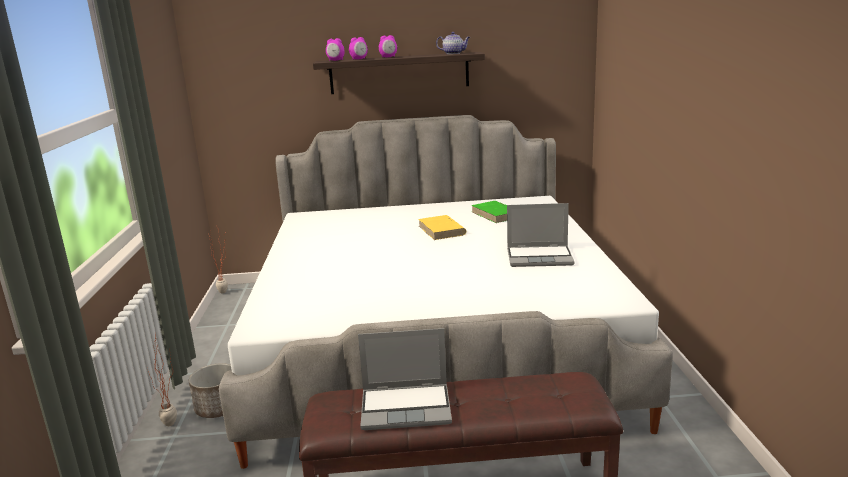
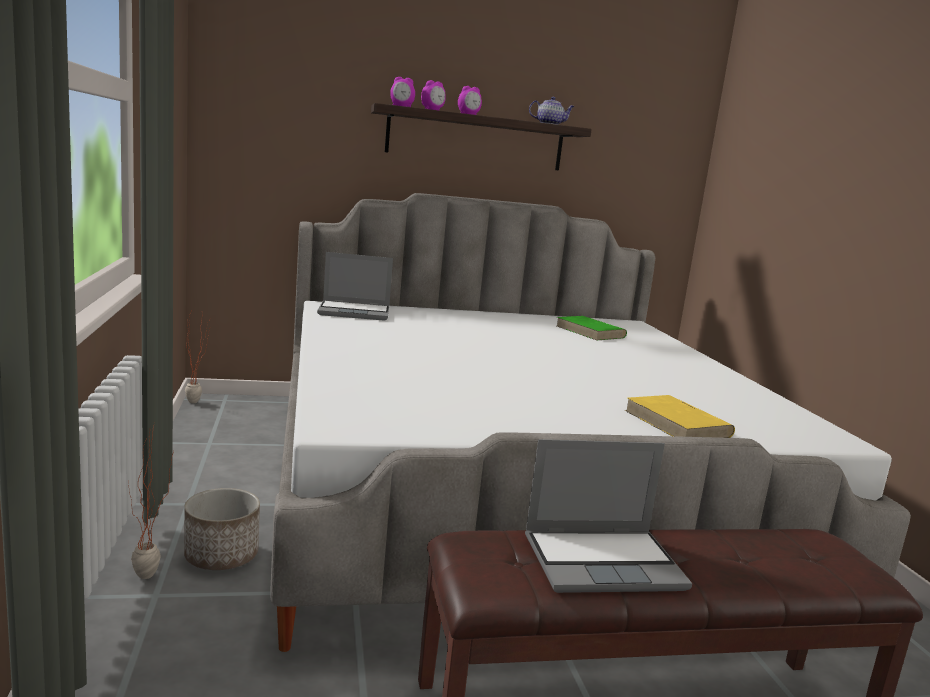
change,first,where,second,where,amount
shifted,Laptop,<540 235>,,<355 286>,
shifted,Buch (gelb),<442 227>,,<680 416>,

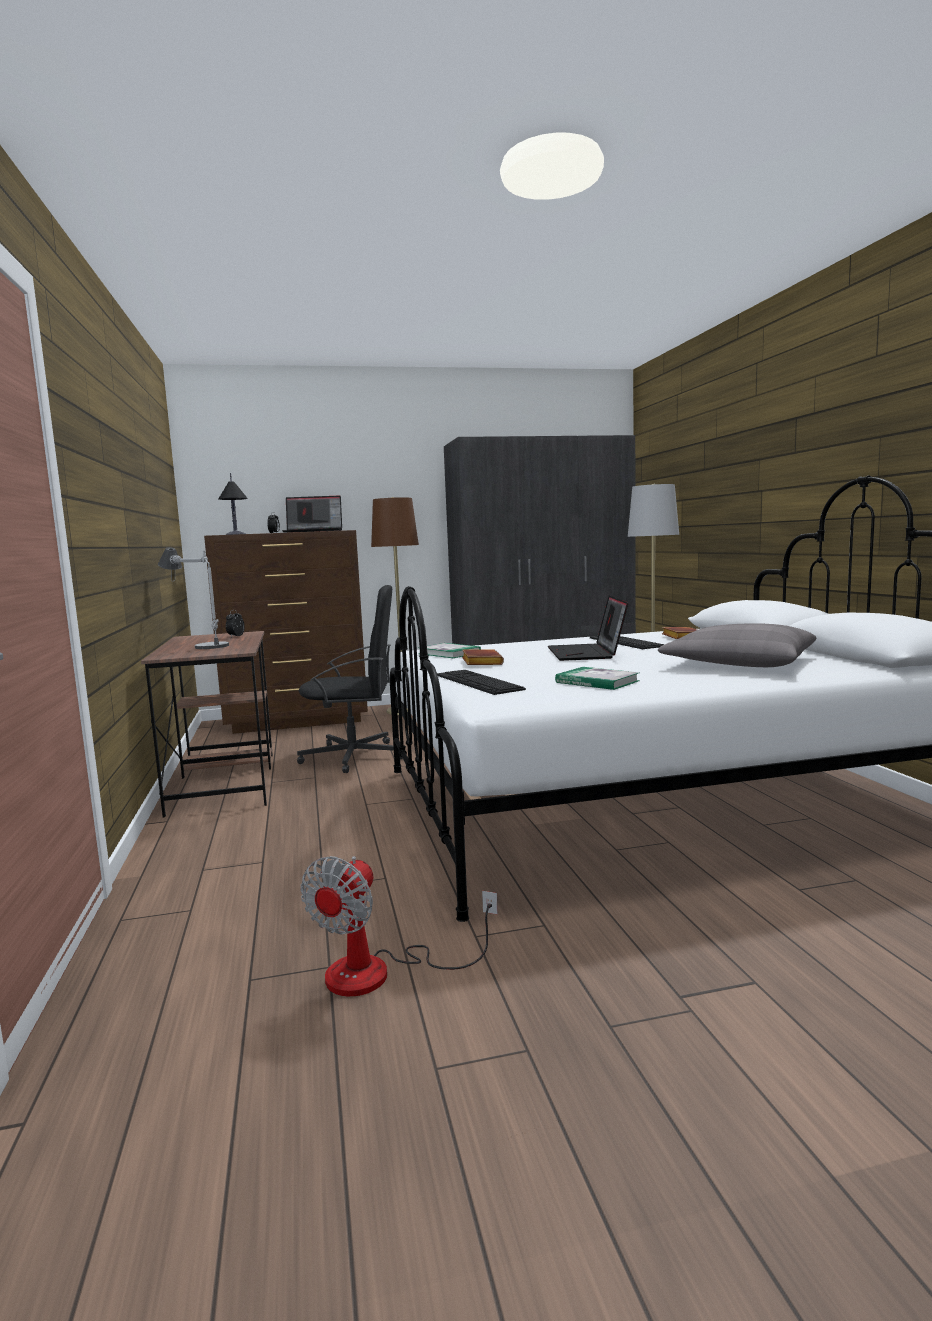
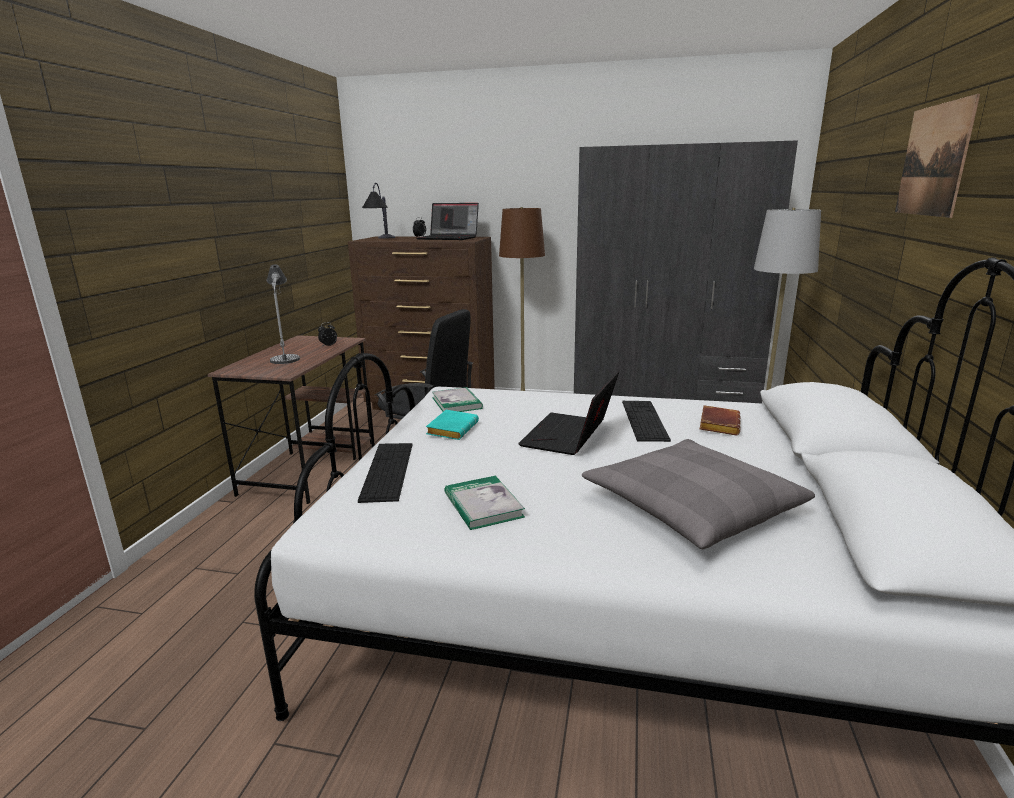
change,first,where,second,where,amount
repainted,Buch (braun),<483 657>,Buch (türkis),<452 425>,
gone,Ventilator,<399 926>,,,
new,,,Bild,<937 156>,

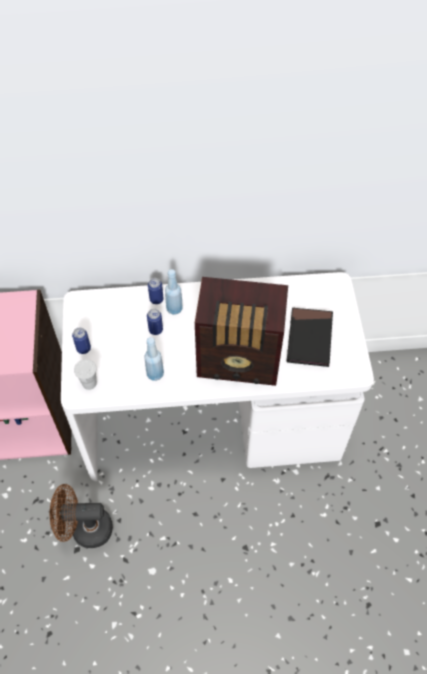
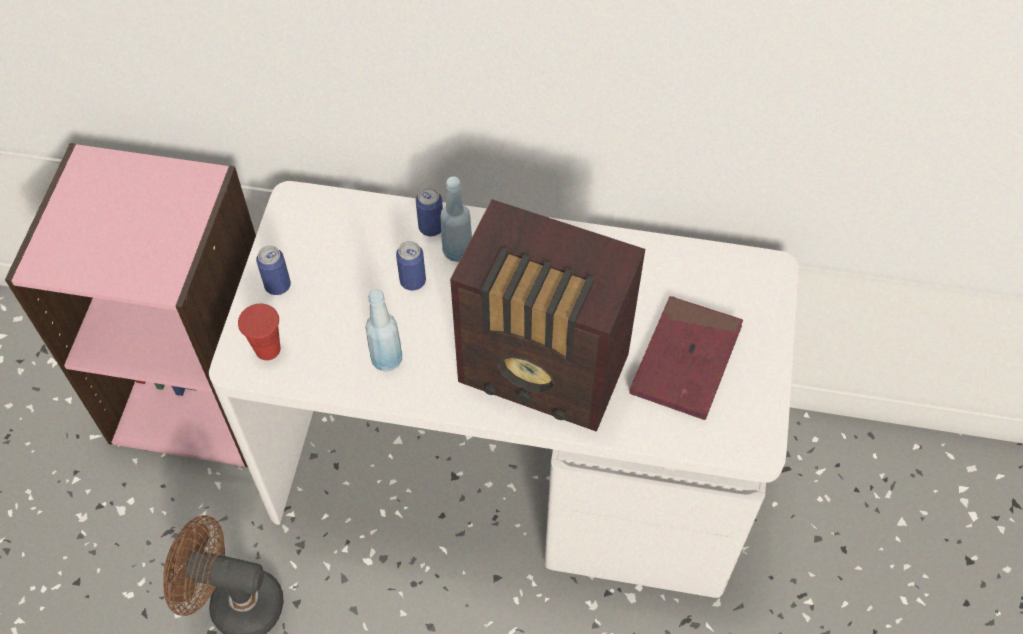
change,first,where,second,where,amount
repainted,Buch (schwarz),<310 337>,Buch (rot),<686 358>,
repainted,Tasse (weiß),<85 374>,Tasse (rot),<259 332>,

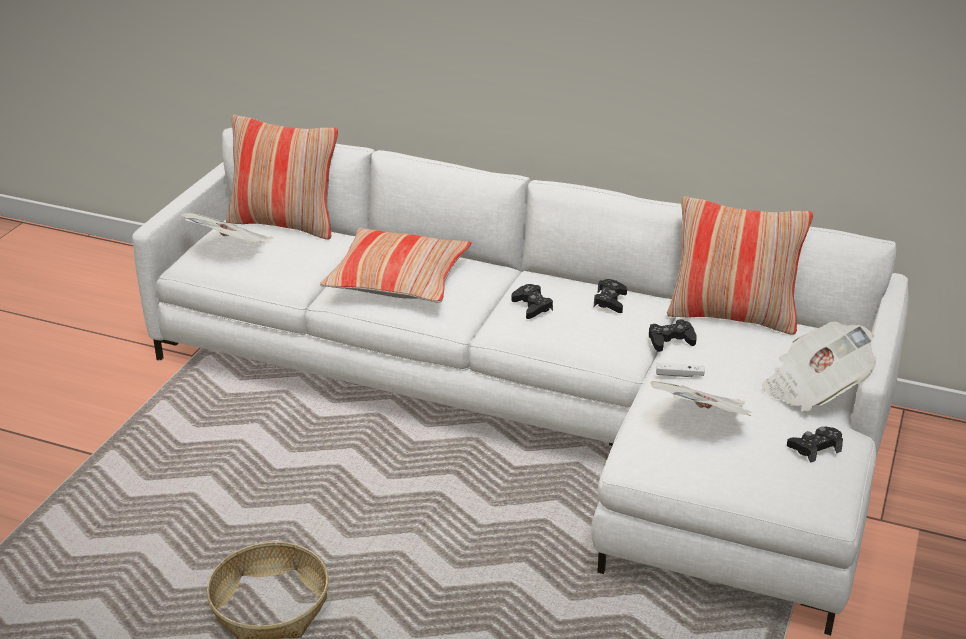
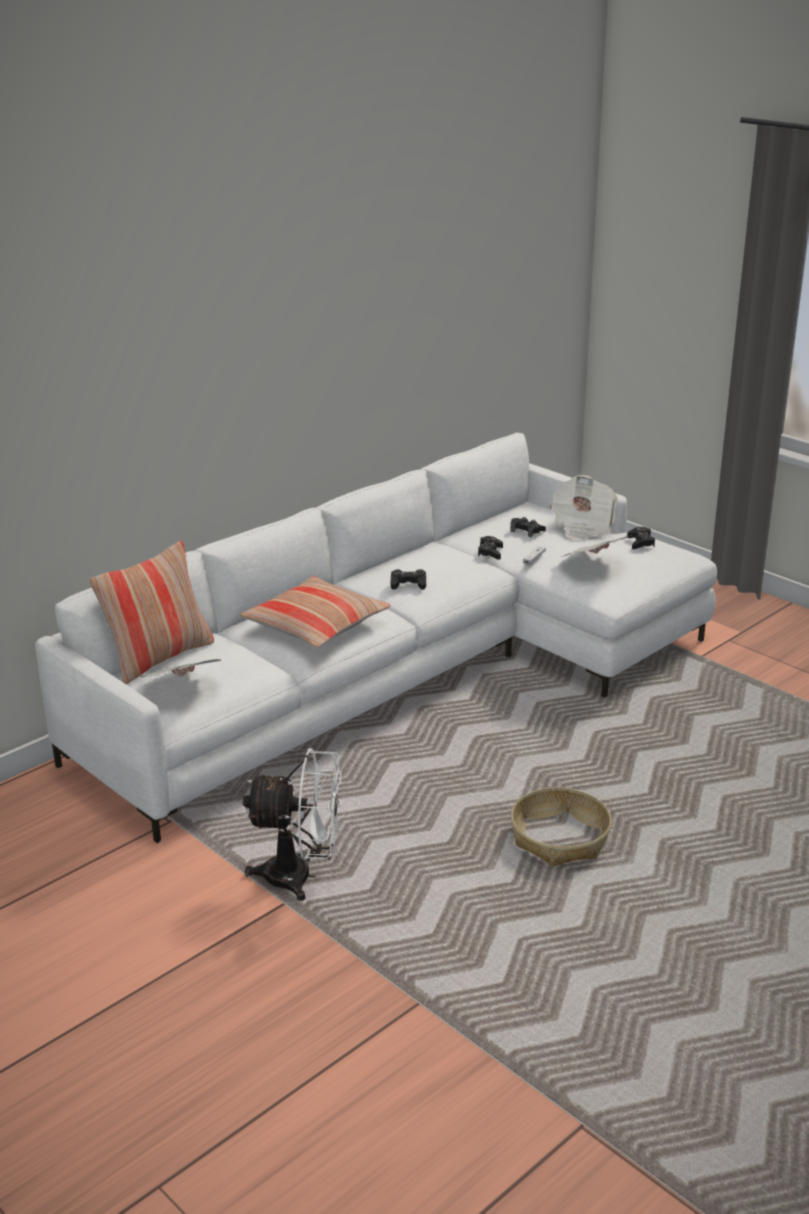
change,first,where,second,where,amount
gone,Kissen,<740 265>,,,
shifted,Gamepad (schwarz),<610 296>,,<528 527>,
new,,,Ventilator (weiß),<292 824>,

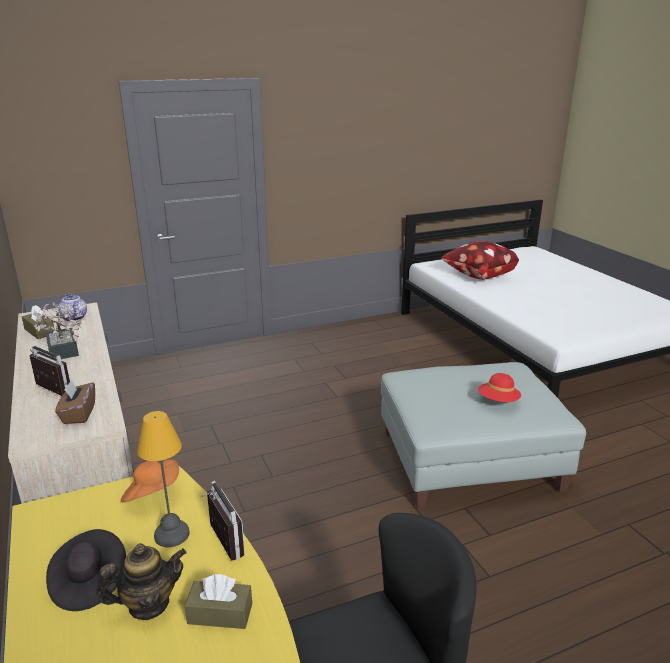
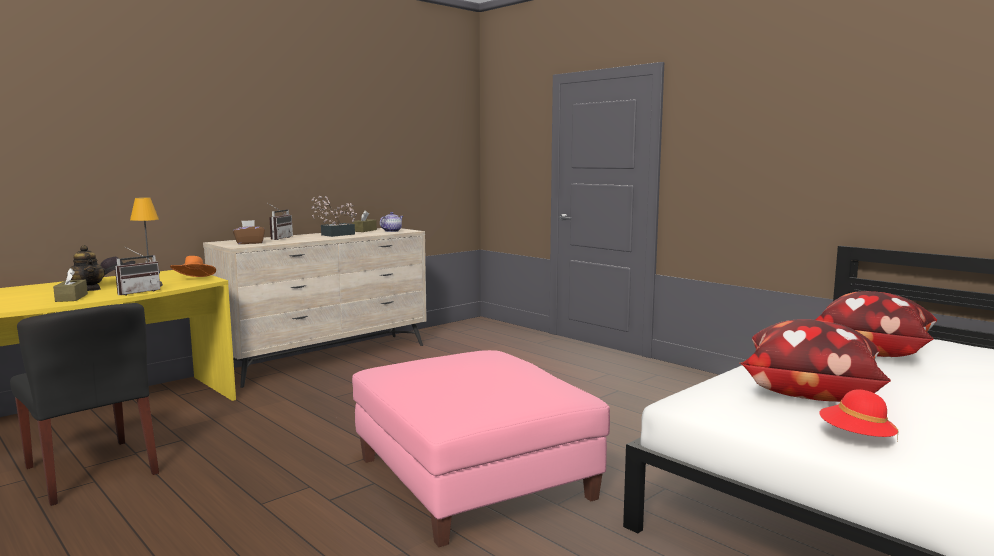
change,first,where,second,where,amount
repainted,Polsterhocker (grau),<483 435>,Polsterhocker (rosa),<481 448>,
shifted,Hut (rot),<499 387>,,<859 416>,
new,,,Kissen,<815 360>,

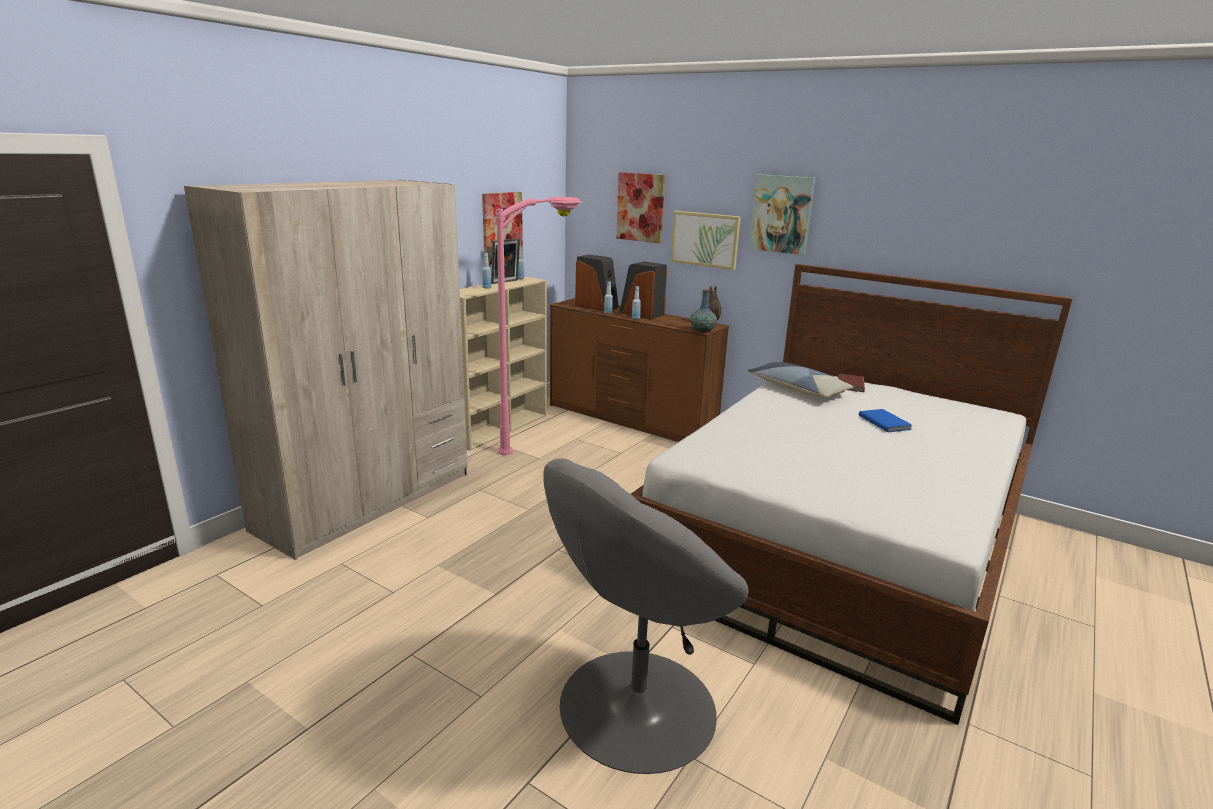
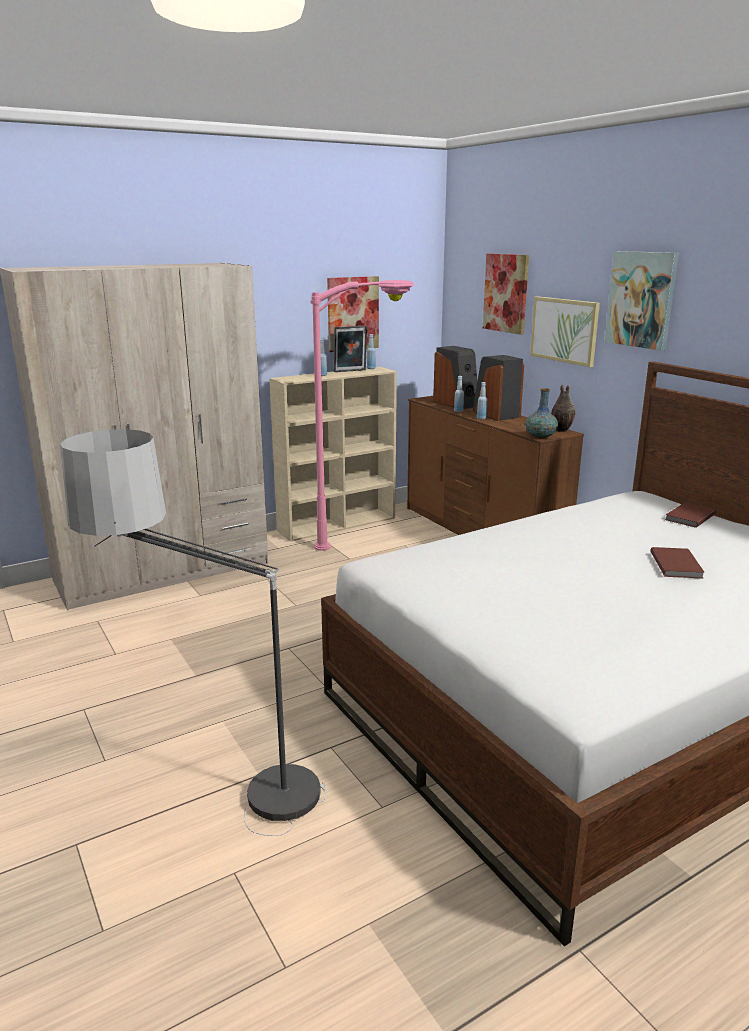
change,first,where,second,where,amount
gone,Kissen,<801 379>,,,
repainted,Buch (blau),<885 420>,Buch (braun),<677 563>,
swapped,Sessel (grau),<646 616>,Stehlampe,<193 632>,

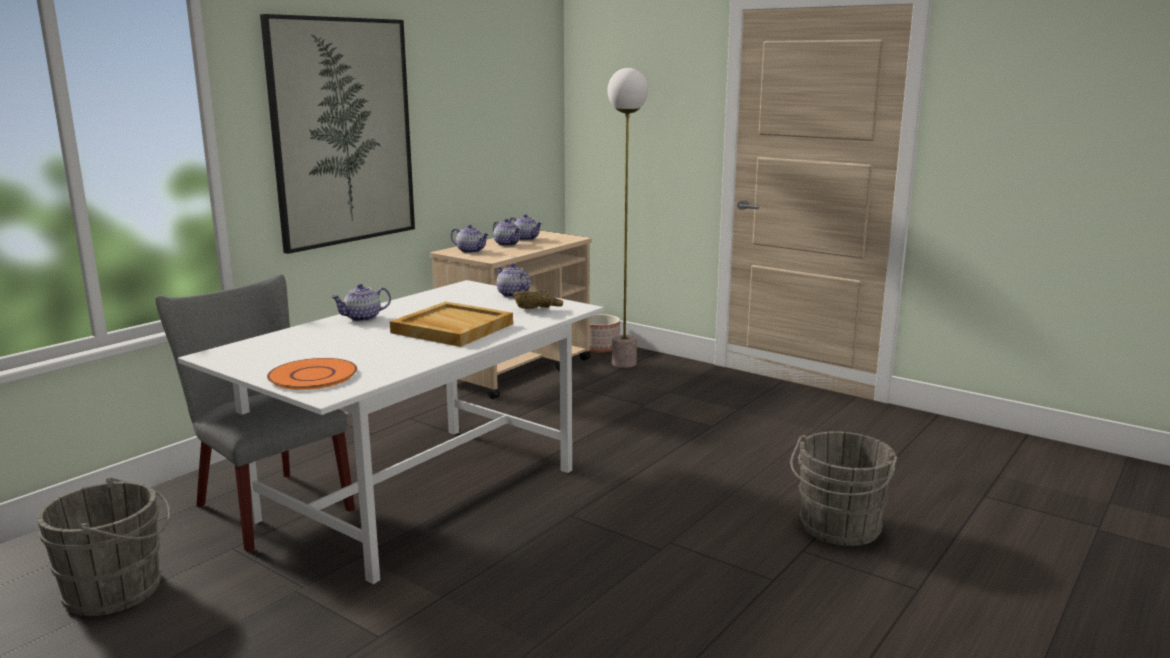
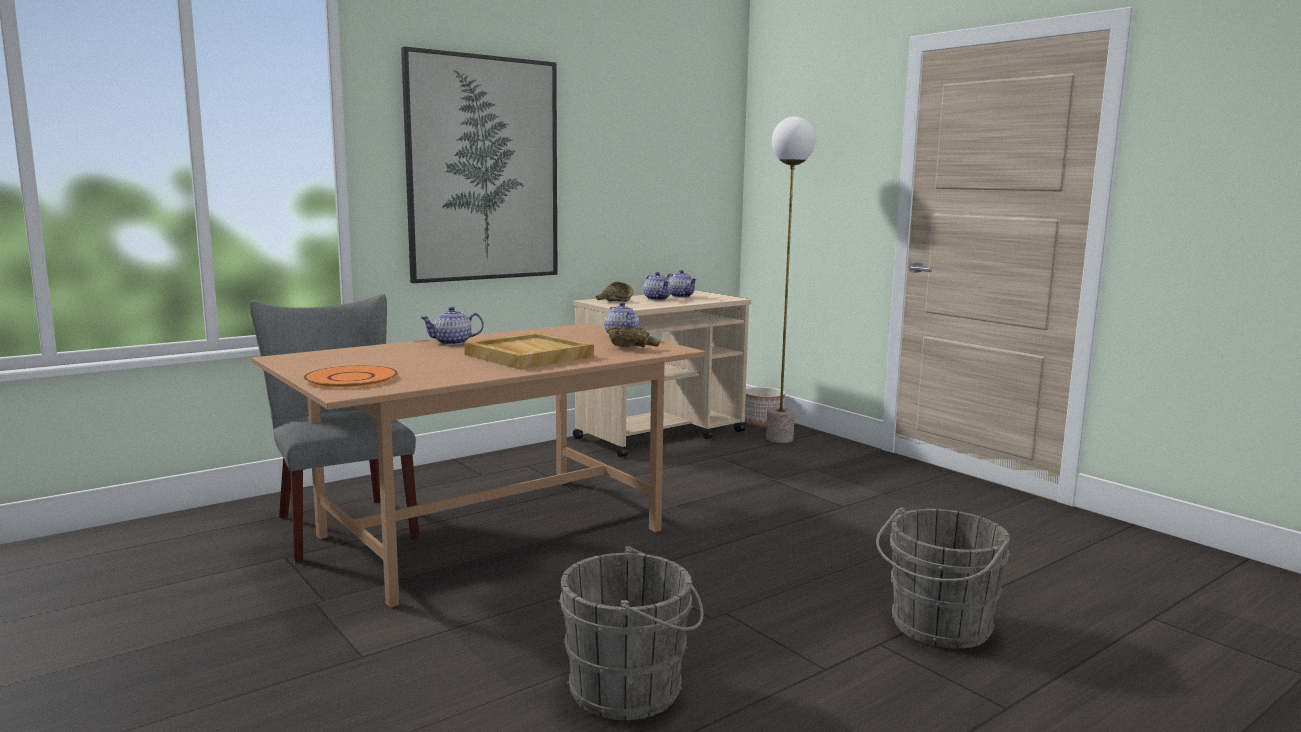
change,first,where,second,where,amount
swapped,Teekanne,<470 239>,Schüssel (braun),<614 292>,
repainted,Esstisch (weiß),<391 432>,Esstisch (braun),<479 465>,
shifted,Eimer (grau),<104 546>,,<631 633>,

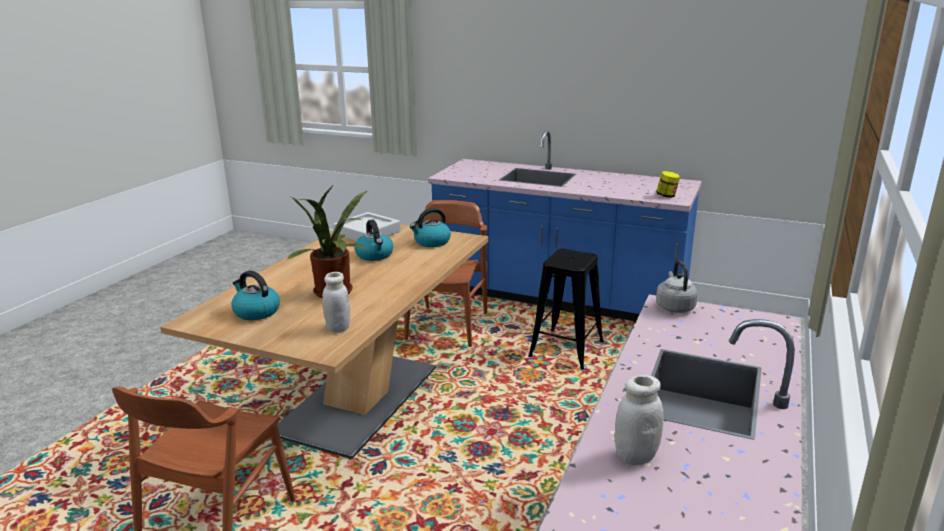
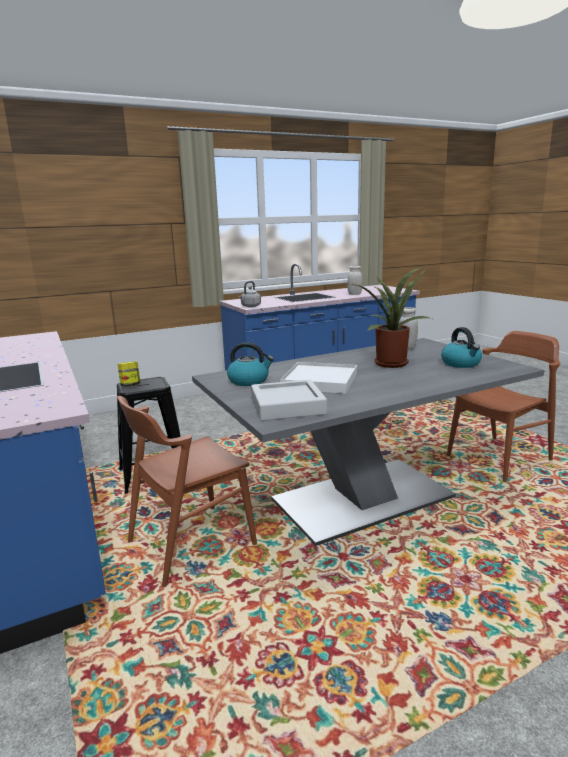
change,first,where,second,where,amount
shifted,Vorratsglas,<668 184>,,<129 374>,
swapped,Wasserkessel,<374 240>,Tablett (weiß),<318 378>,
repainted,Esstisch (braun),<324 341>,Esstisch (grau),<368 442>,

